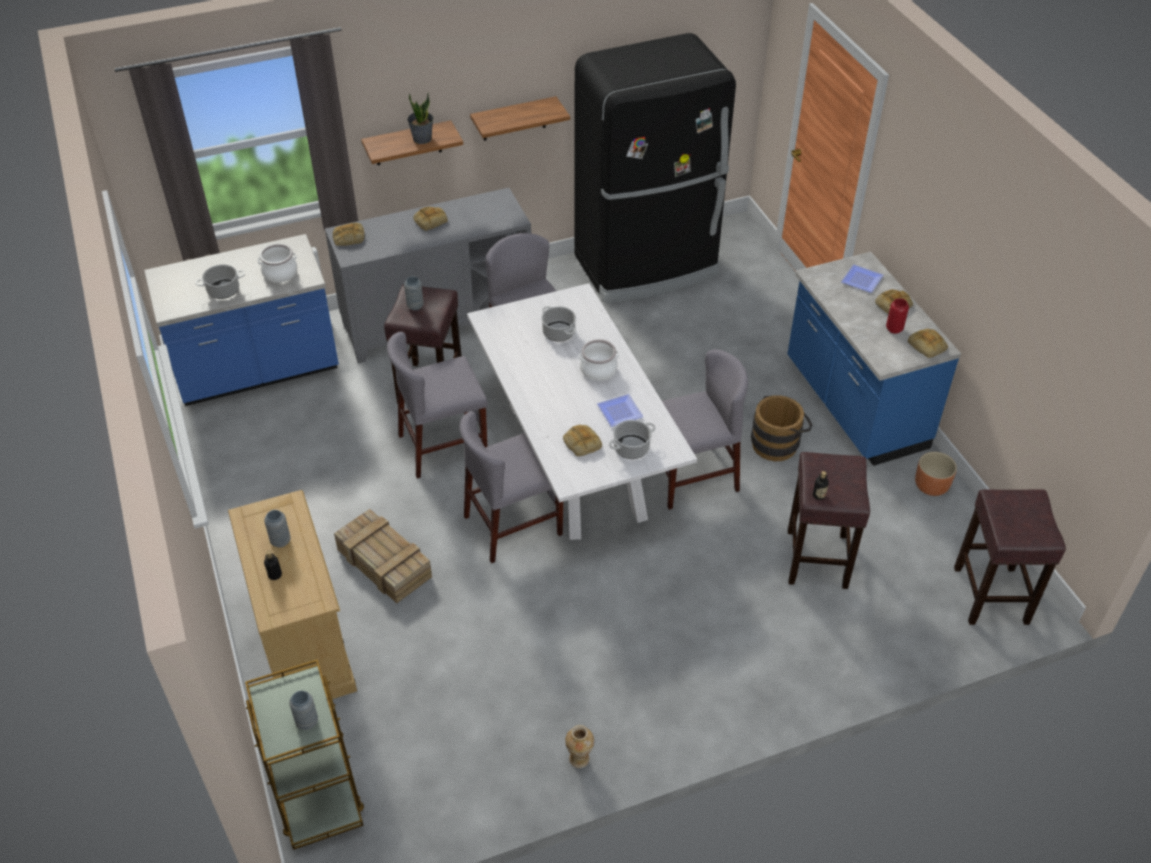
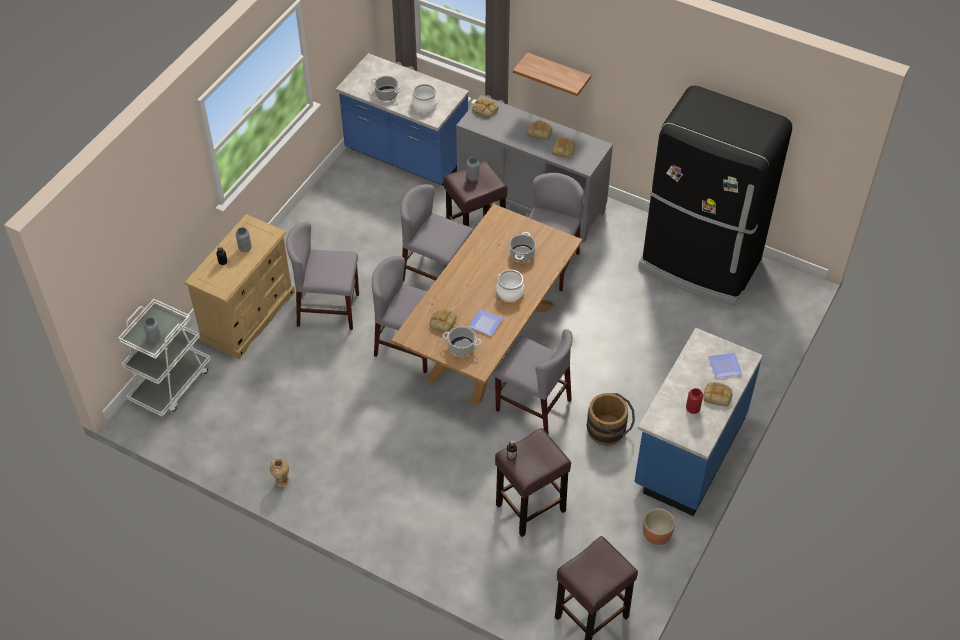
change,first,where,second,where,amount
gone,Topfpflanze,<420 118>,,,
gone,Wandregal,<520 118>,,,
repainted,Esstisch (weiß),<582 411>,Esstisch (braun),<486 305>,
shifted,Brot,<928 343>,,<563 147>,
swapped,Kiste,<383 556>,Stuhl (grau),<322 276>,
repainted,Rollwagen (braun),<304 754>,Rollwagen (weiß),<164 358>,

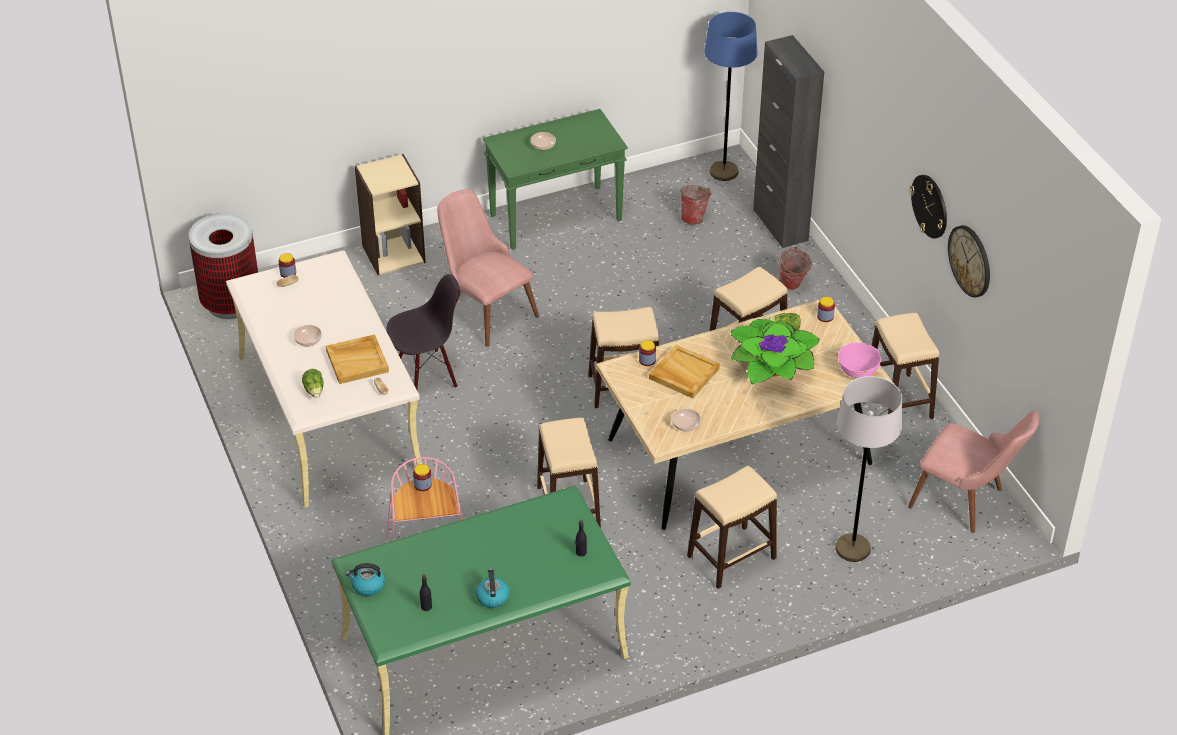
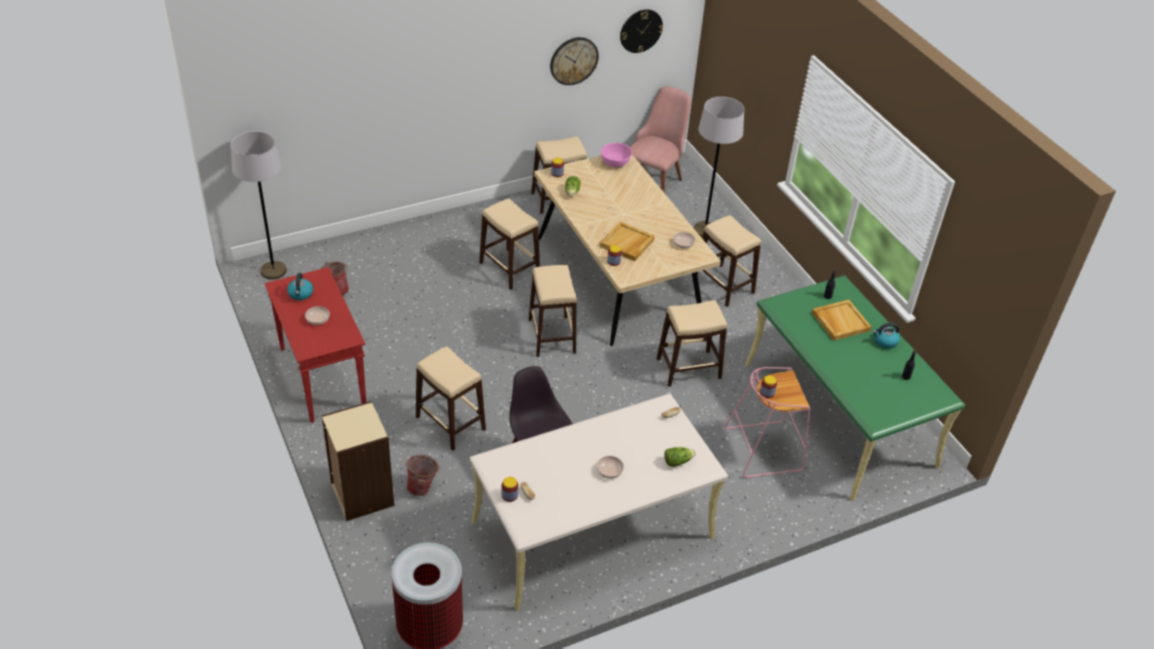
change,first,where,second,where,amount
repainted,Stehlampe (blau),<731 96>,Stehlampe (grau),<259 205>,
gone,Schrank (schwarz),<788 141>,,,
repainted,Konsolentisch (grün),<555 179>,Konsolentisch (rot),<315 345>,
shifted,Wanduhr,<928 207>,,<641 31>,
swapped,Stuhl (rosa),<488 268>,Hocker (beige),<451 399>,
shifted,Eimer,<795 268>,,<423 475>,
gone,Topfpflanze,<775 351>,,,
shifted,Tablett (beige),<357 359>,,<841 320>,
shifted,Wasserkessel,<365 579>,,<300 286>,

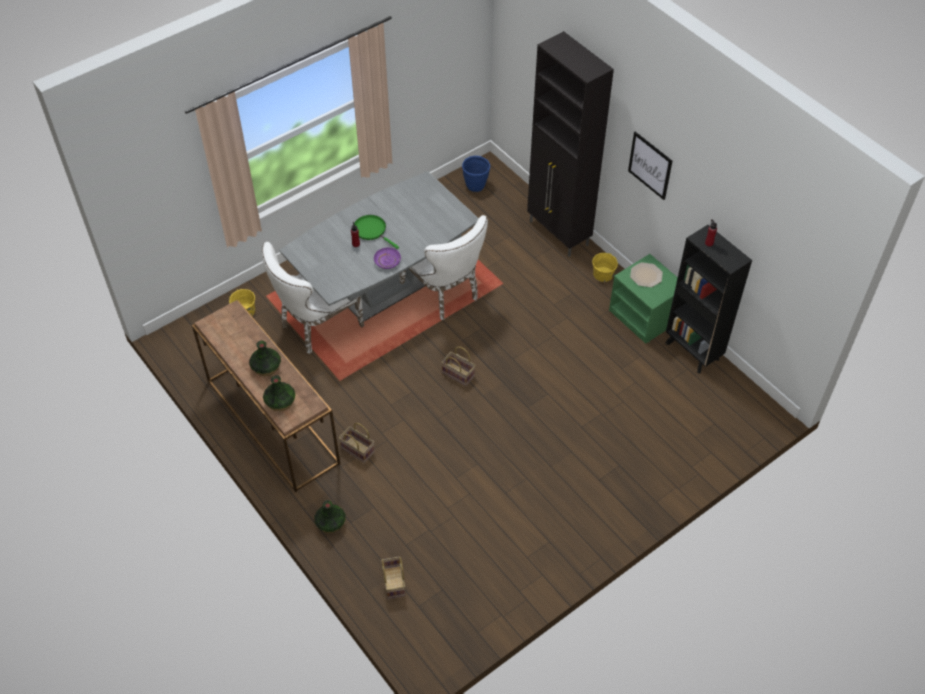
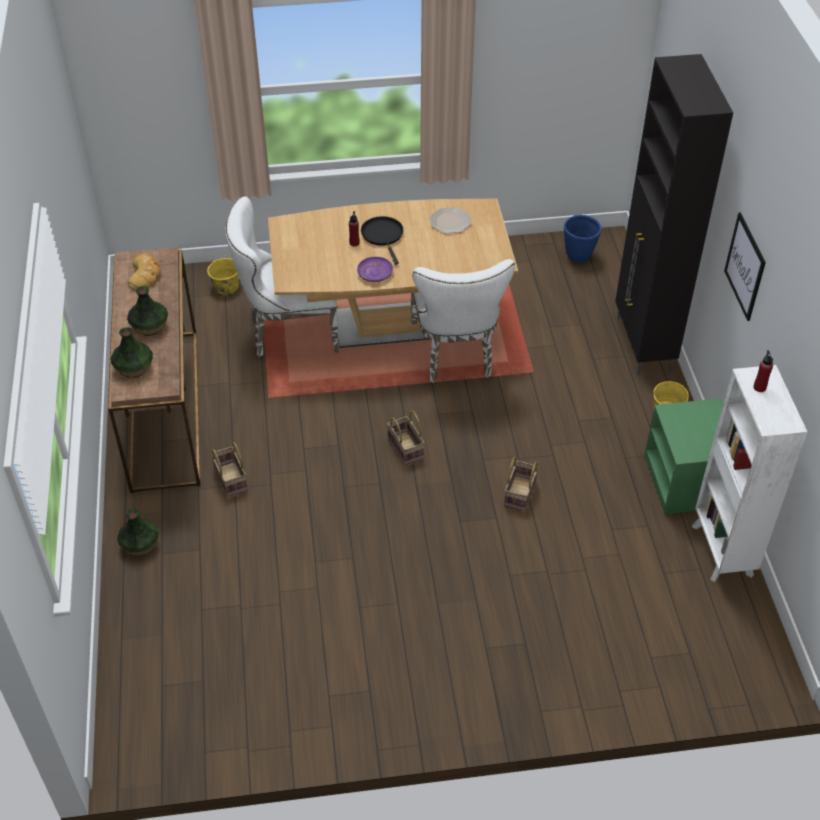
change,first,where,second,where,amount
repainted,Esstisch (grau),<379 246>,Esstisch (braun),<393 273>,
repainted,Pfanne (grün),<376 232>,Pfanne (schwarz),<382 240>,
repainted,Bücherregal (schwarz),<709 299>,Bücherregal (weiß),<749 473>,
shifted,Teller,<646 274>,,<450 220>,
shifted,Korb,<393 577>,,<521 483>,
new,,,Brot,<144 272>,

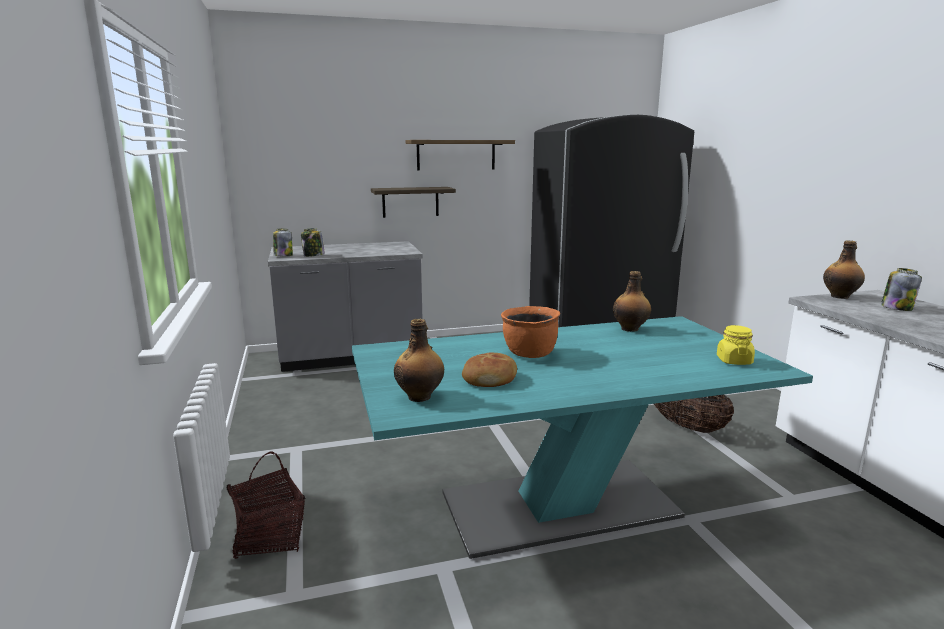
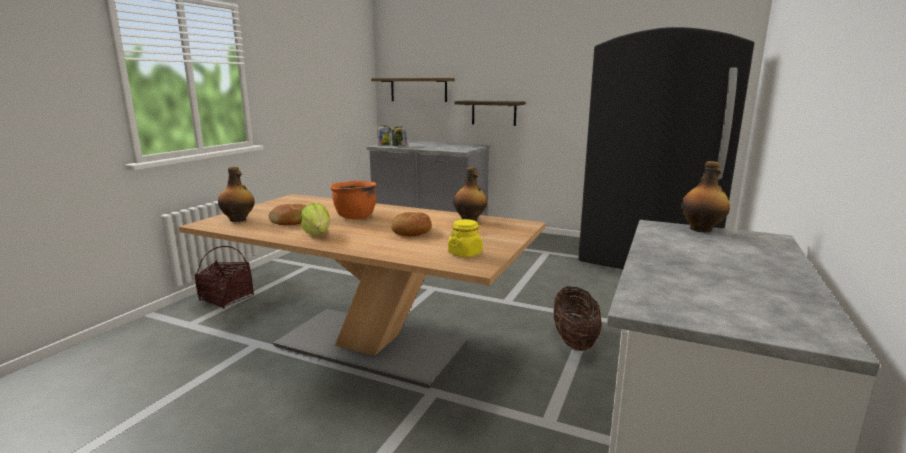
change,first,where,second,where,amount
shifted,Wandregal,<460 155>,,<413 90>,
gone,Vorratsglas,<901 289>,,,
repainted,Esstisch (türkis),<582 437>,Esstisch (beige),<362 291>,
new,,,Salatkopf,<315 219>,
new,,,Brot,<412 224>,

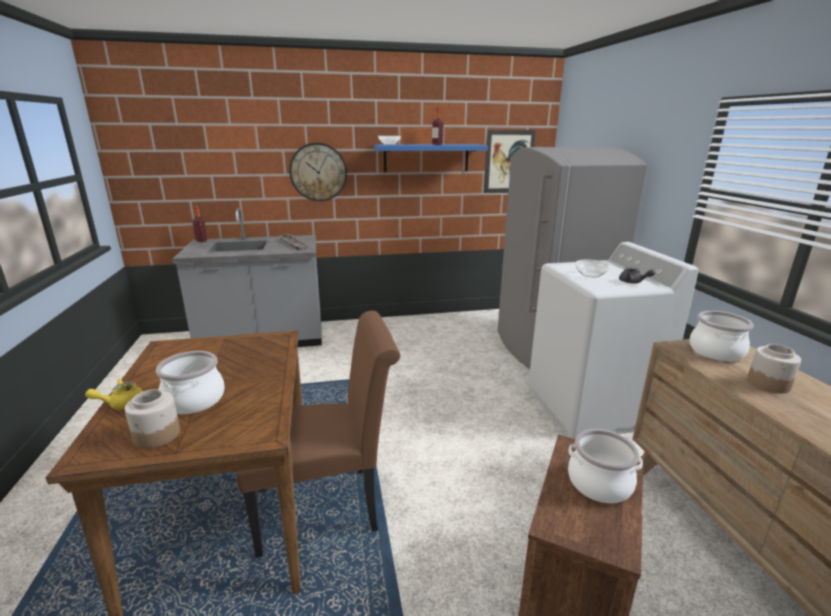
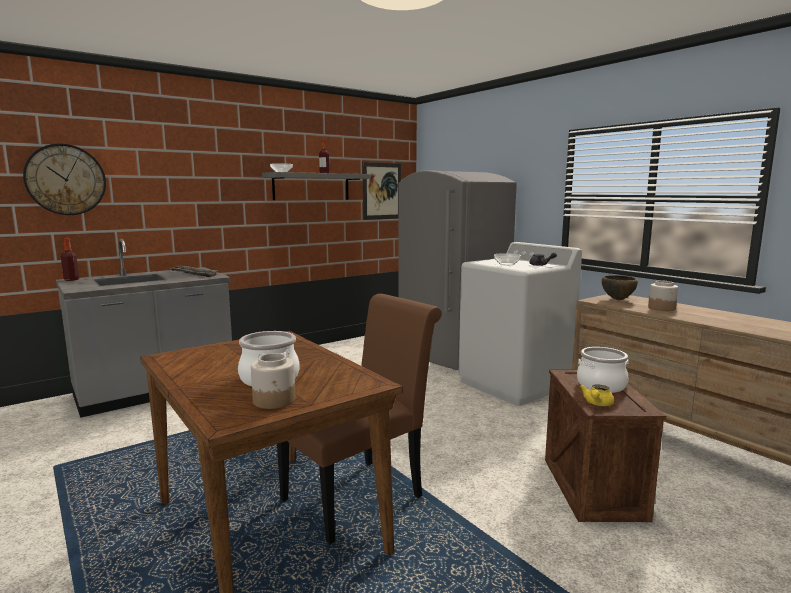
change,first,where,second,where,amount
shifted,Wanduhr,<318 172>,,<64 179>,
repainted,Wandregal (blau),<431 158>,Wandregal (grau),<316 186>,
swapped,Kochtopf,<722 336>,Schüssel (braun),<620 287>,
shifted,Teekanne (gelb),<114 394>,,<597 395>,

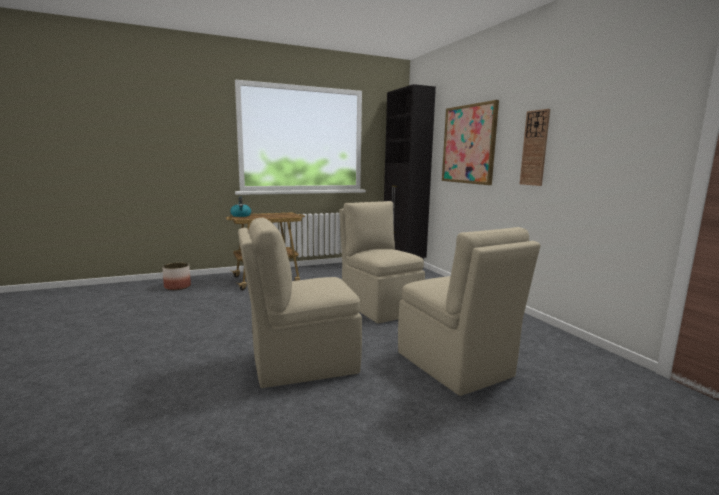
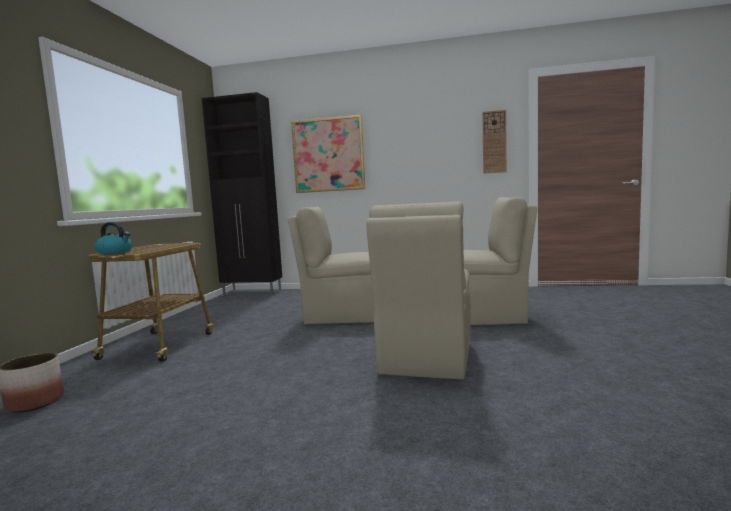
change,first,where,second,where,amount
shifted,Wanduhr,<535 147>,,<494 142>,

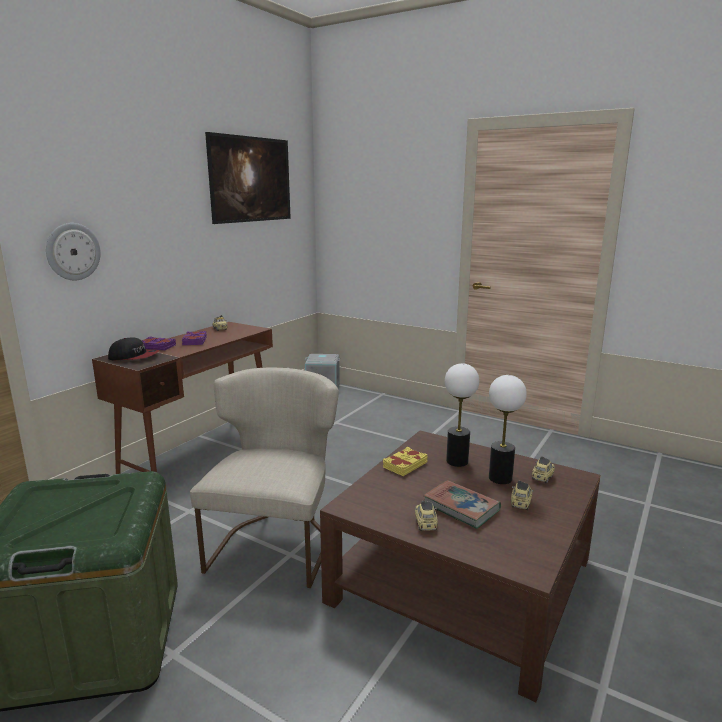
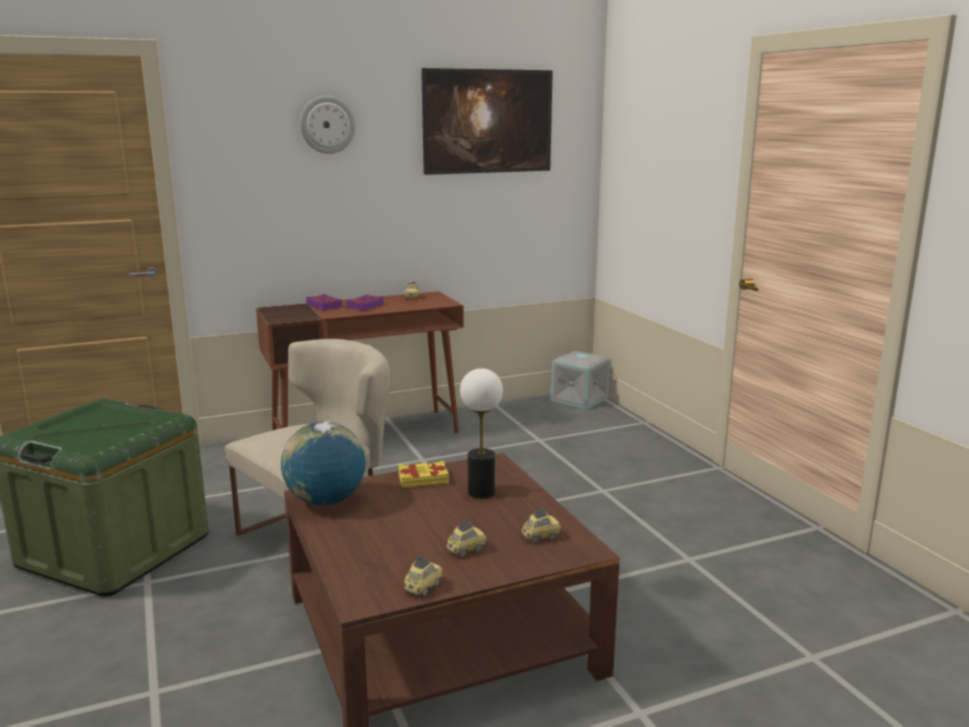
change,first,where,second,where,amount
shifted,Wanduhr,<73 251>,,<328 125>,
gone,Kappe,<134 348>,,,
gone,Tischlampe,<508 429>,,,
gone,Buch,<462 504>,,,
shifted,Spielzeugauto,<426 516>,,<422 575>,
new,,,Globus,<323 463>,

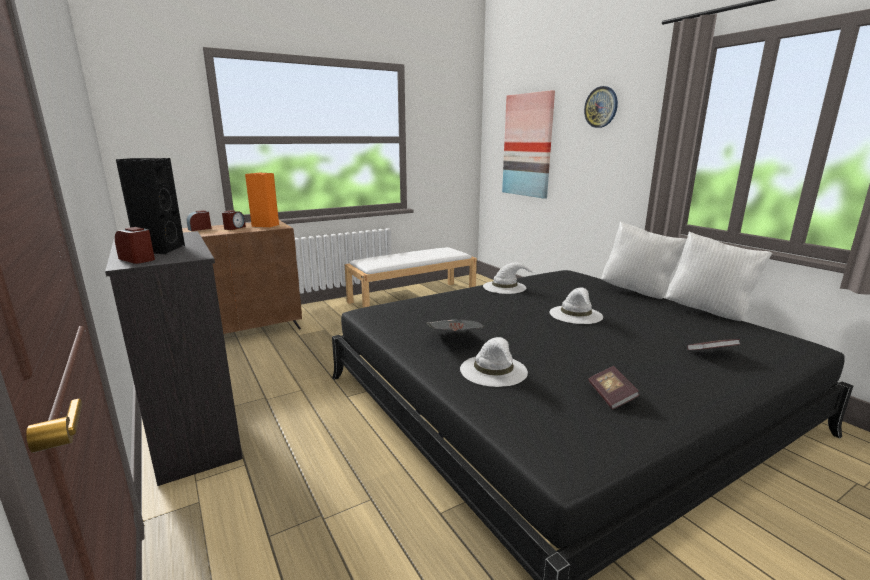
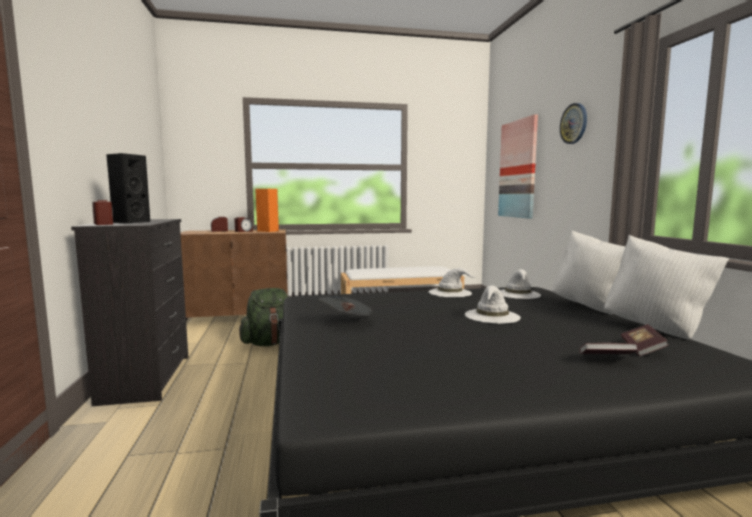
change,first,where,second,where,amount
shifted,Hut (weiß),<494 362>,,<520 284>,
shifted,Buch,<613 387>,,<645 340>,
new,,,Rucksack (grün),<263 317>,

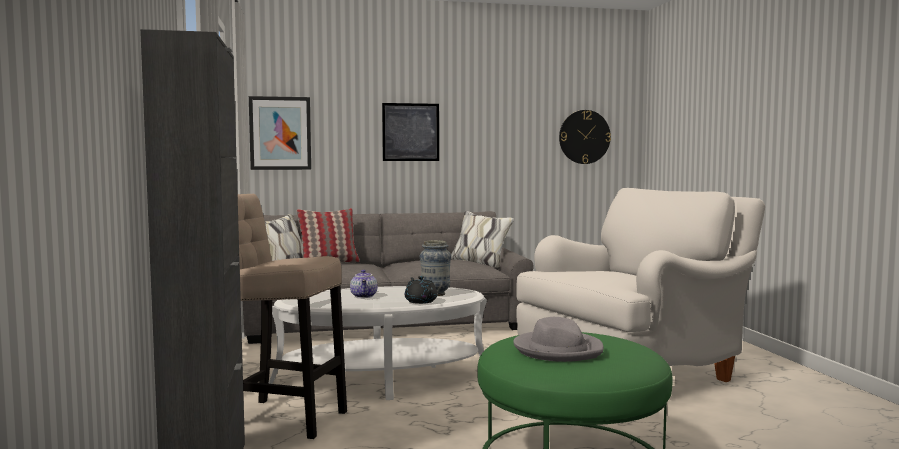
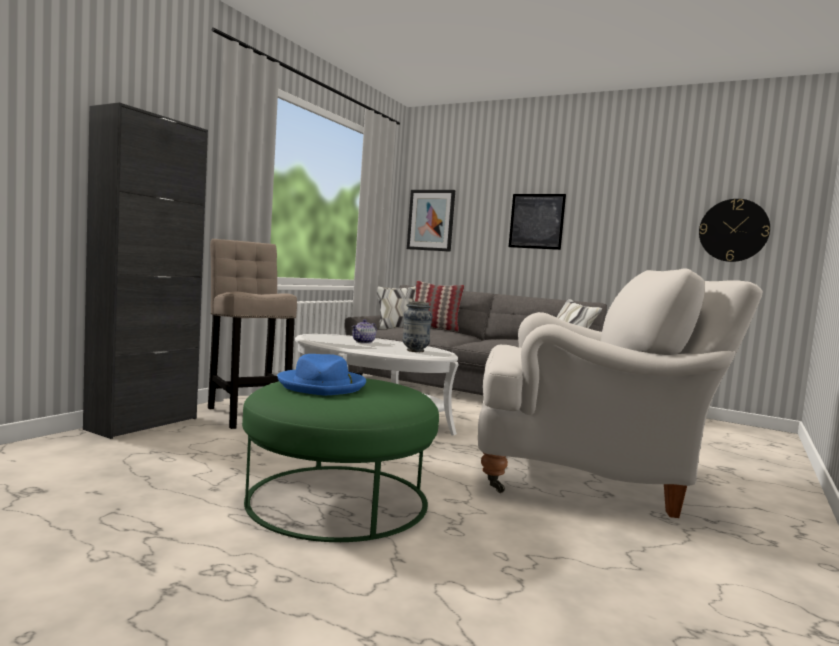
change,first,where,second,where,amount
gone,Teekanne (schwarz),<421 290>,,,
repainted,Hut (grau),<558 339>,Hut (blau),<321 374>,

